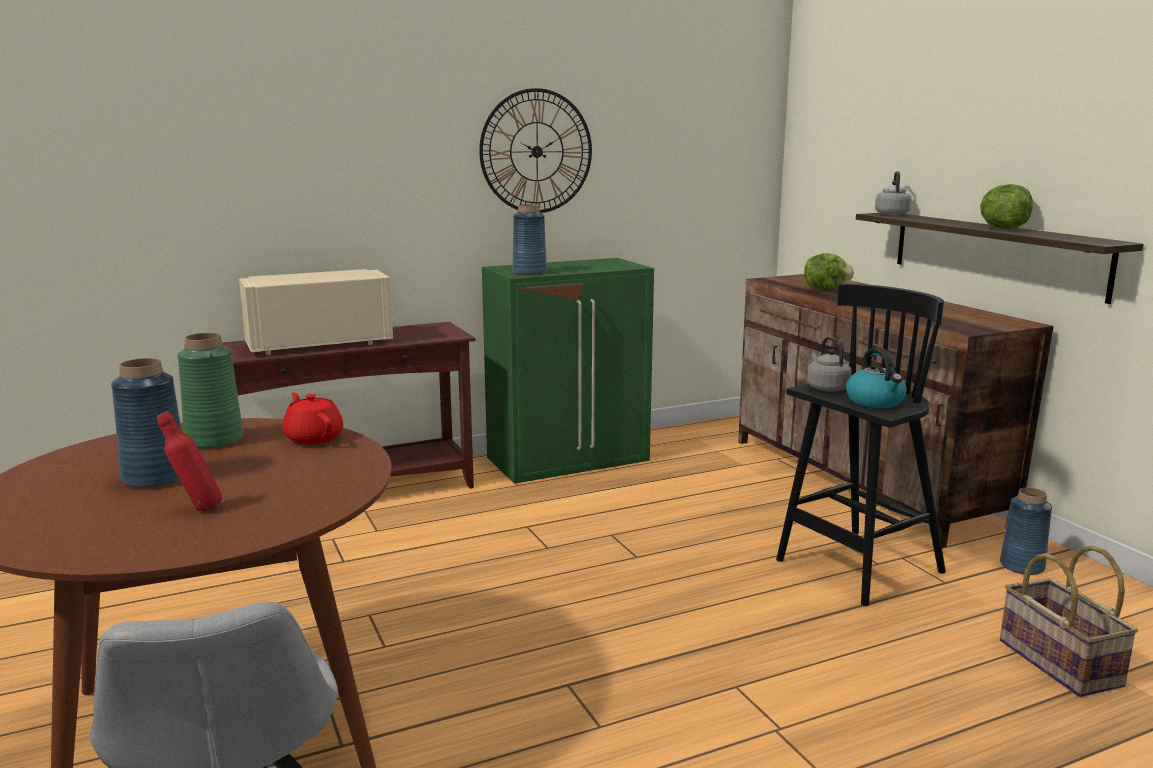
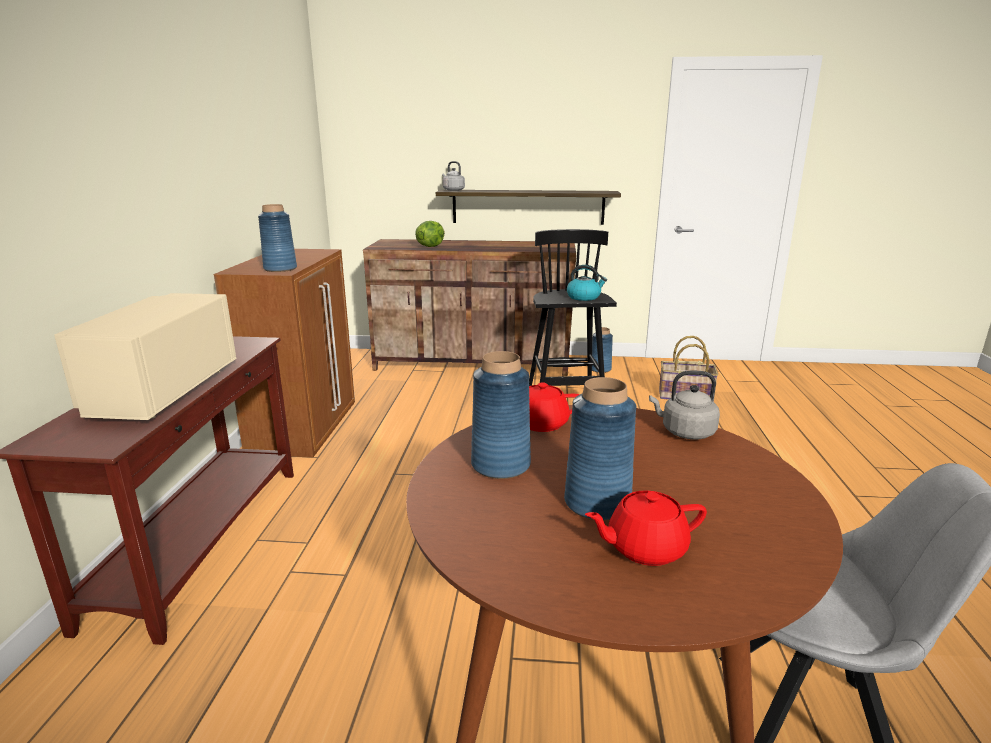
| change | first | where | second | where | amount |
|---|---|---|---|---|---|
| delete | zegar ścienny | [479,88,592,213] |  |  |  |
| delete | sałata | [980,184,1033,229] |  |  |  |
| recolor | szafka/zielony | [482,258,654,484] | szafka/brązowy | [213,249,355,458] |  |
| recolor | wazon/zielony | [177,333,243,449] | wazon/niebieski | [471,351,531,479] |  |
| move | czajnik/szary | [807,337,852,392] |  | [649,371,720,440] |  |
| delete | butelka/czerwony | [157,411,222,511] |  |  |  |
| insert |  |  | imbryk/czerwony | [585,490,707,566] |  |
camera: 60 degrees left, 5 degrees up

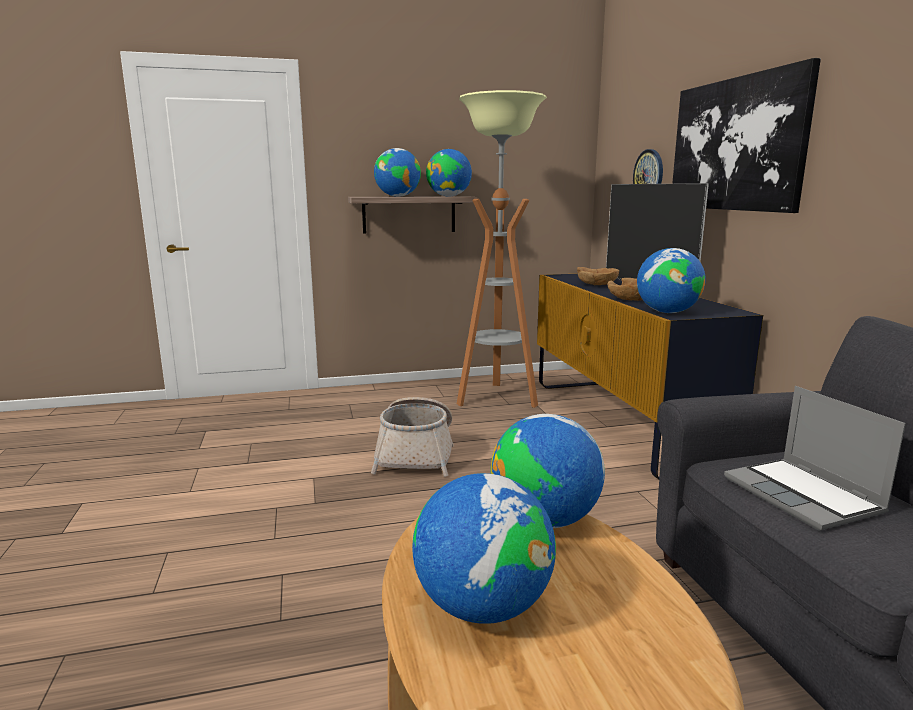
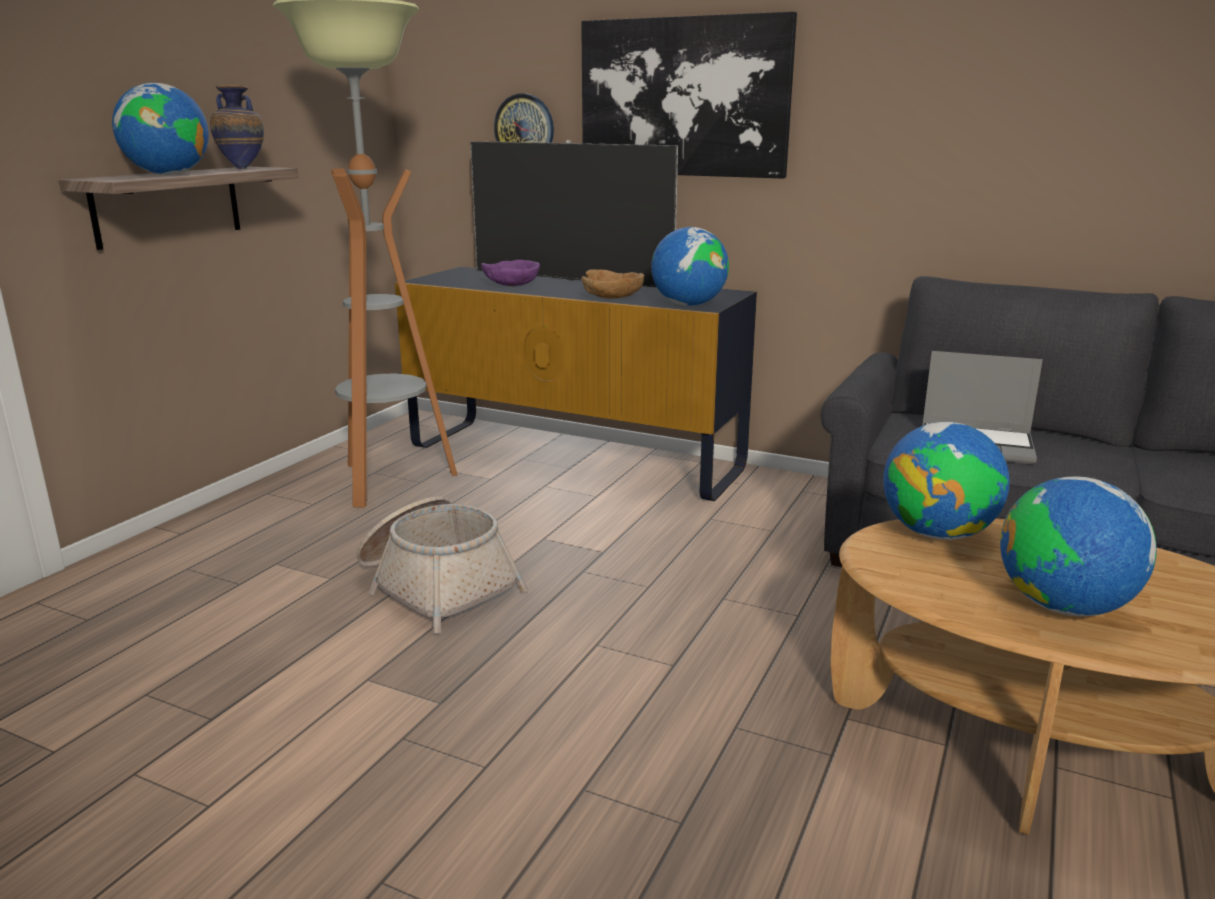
| change | first | where | second | where | amount |
|---|---|---|---|---|---|
| replace | globus | [426,149,472,196] | wazon | [210,85,264,169] |  |
| recolor | miska/brązowy | [577,267,619,285] | miska/fioletowy | [481,260,540,286] |  |
camera: 50 degrees left, 5 degrees up

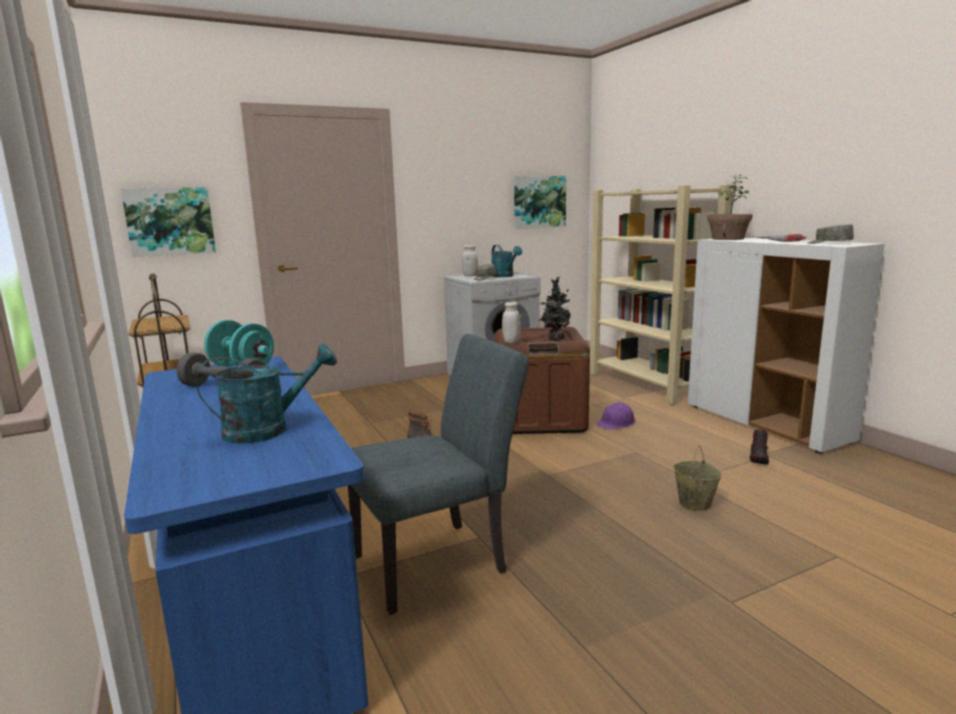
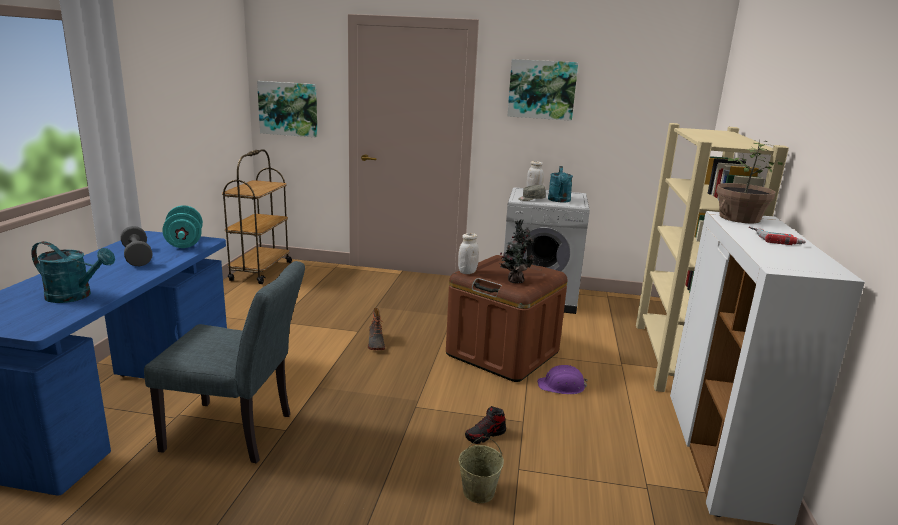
| change | first | where | second | where | amount |
|---|---|---|---|---|---|
| move | obraz | [514,176,566,229] |  | [507,59,578,121] |  |
| delete | czapka z daszkiem/szary | [807,224,854,244] |  |  |  |
| move | but | [750,429,769,465] |  | [465,406,506,444] |  |
camera: 35 degrees right, 5 degrees up

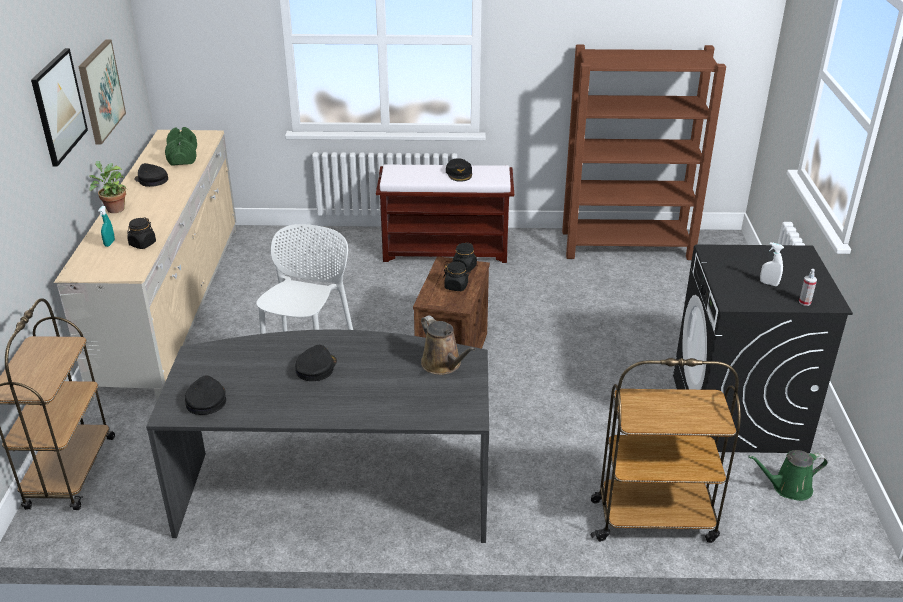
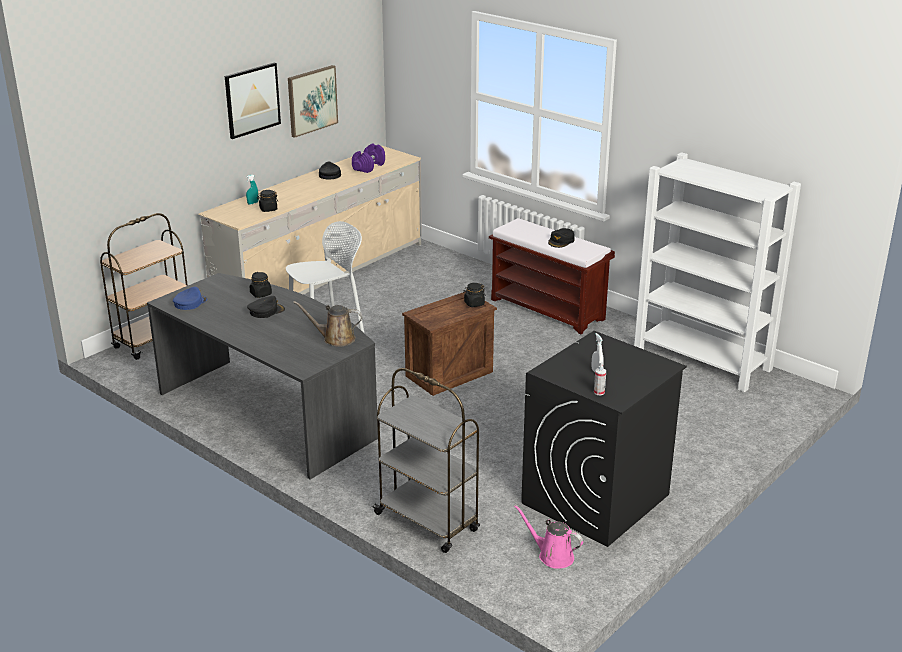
| change | first | where | second | where | amount |
|---|---|---|---|---|---|
| recolor | regał/brązowy | [562,44,726,260] | regał/biały | [634,152,801,392] |  |
| recolor | hantel/zielony | [165,127,197,166] | hantel/fioletowy | [352,143,385,173] |  |
| delete | roślina doniczkowa | [89,161,128,213] |  |  |  |
| move | słoik/czarny | [443,262,471,291] |  | [250,272,272,298] |  |
| rotate | konewka/brązowy | [421,315,475,375] |  | [293,301,363,347] | 90 degrees clockwise |
| recolor | wózek/brązowy | [590,358,741,543] | wózek/szary | [370,368,480,553] |  |
| recolor | czapka z daszkiem/czarny | [185,375,226,415] | czapka z daszkiem/niebieski | [173,287,207,310] |  |
| recolor | konewka/zielony | [748,450,828,501] | konewka/różowy | [514,505,583,569] |  |
camera: 40 degrees right, 5 degrees down

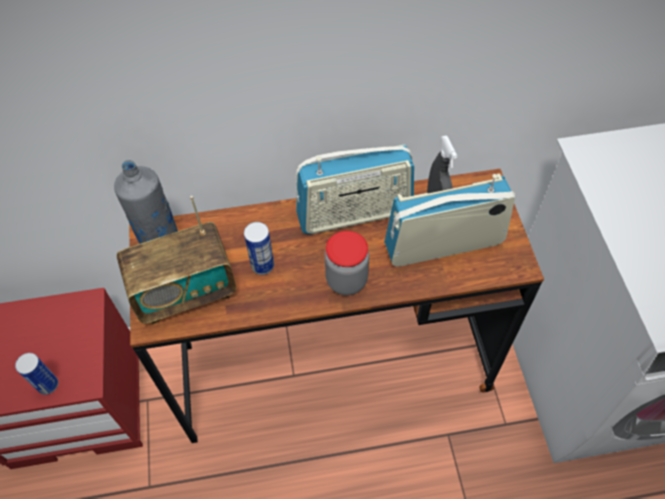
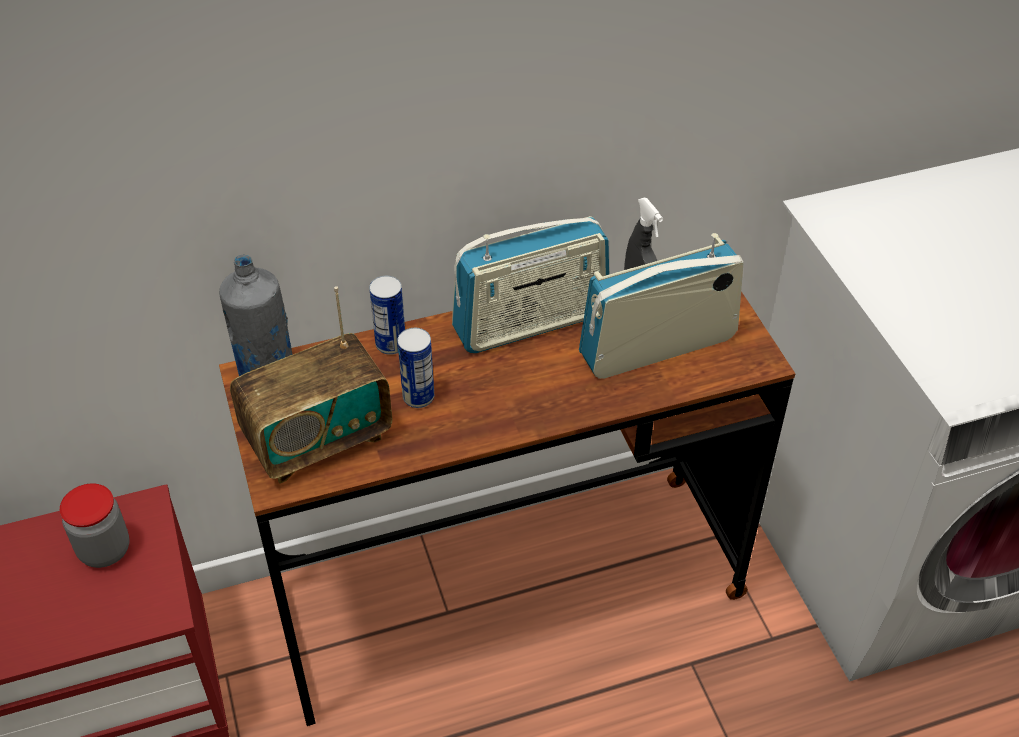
| change | first | where | second | where | amount |
|---|---|---|---|---|---|
| move | słoik | [325,231,369,295] |  | [60,484,130,568] |  |
| move | puszka | [15,353,58,395] |  | [369,276,405,355] |  |
camera: 10 degrees left, 10 degrees down

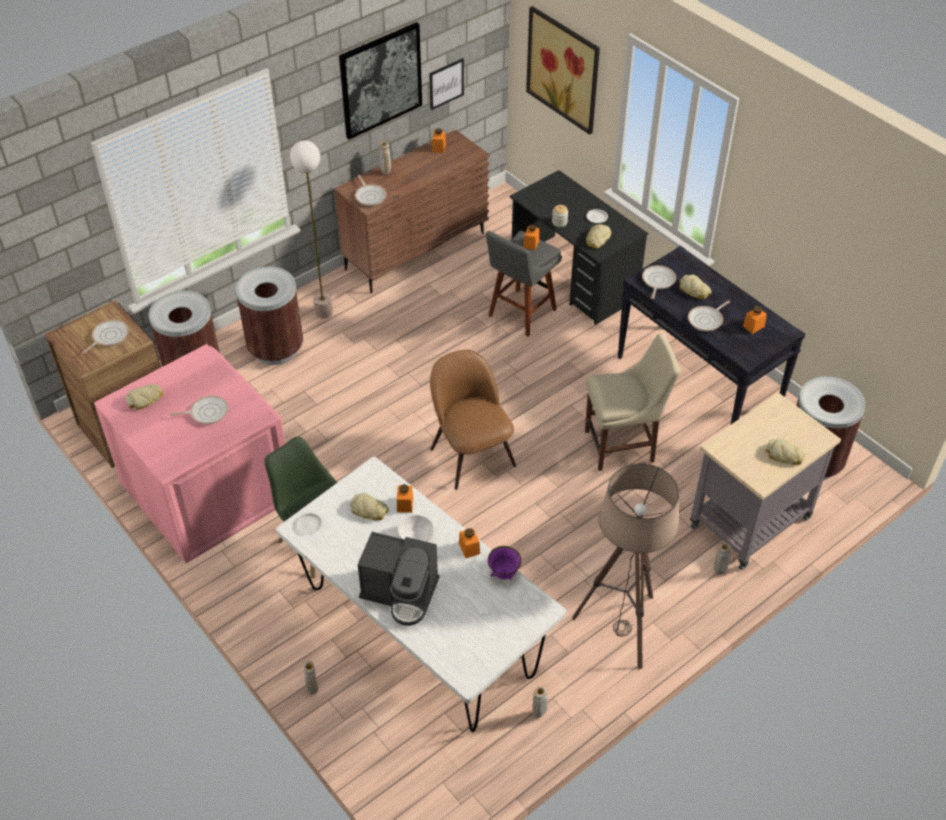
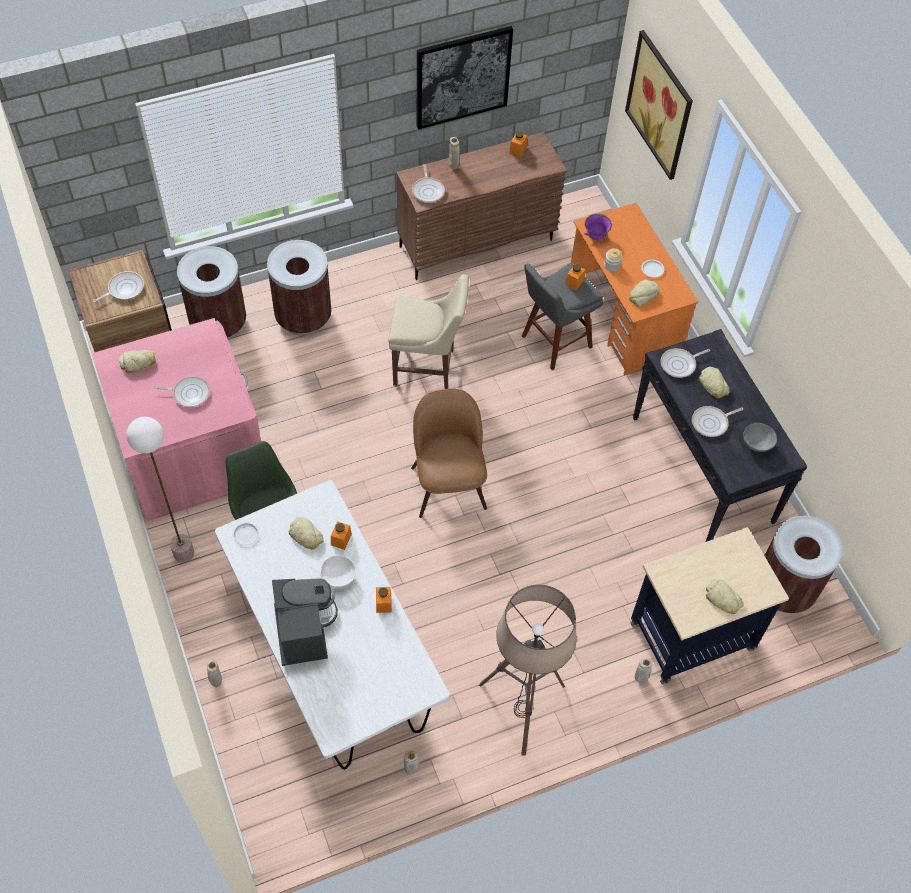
| change | first | where | second | where | amount |
|---|---|---|---|---|---|
| delete | obraz | [429,58,464,110] |  |  |  |
| move | lampa stojąca | [290,140,333,319] |  | [126,417,194,563] |  |
| recolor | biurko/czarny | [510,170,648,325] | biurko/pomarańczowy | [571,203,698,376] |  |
| rotate | patelnia | [642,265,676,299] |  | [660,348,710,378] | 150 degrees counterclockwise |
| replace | słoik/pomarańczowy | [743,306,767,334] | miska/szary | [743,423,777,452] |  |
| move | krzesło/beżowy | [585,333,680,471] |  | [388,274,469,389] |  |
| recolor | wózek/szary | [690,392,841,570] | wózek/niebieski | [630,527,789,685] |  |
| rotate | ekspres do kawy | [358,532,440,626] |  | [272,578,338,666] | 135 degrees counterclockwise |
| move | miska/fioletowy | [488,546,521,580] |  | [584,213,612,242] |  |
camera: 15 degrees right, 10 degrees up

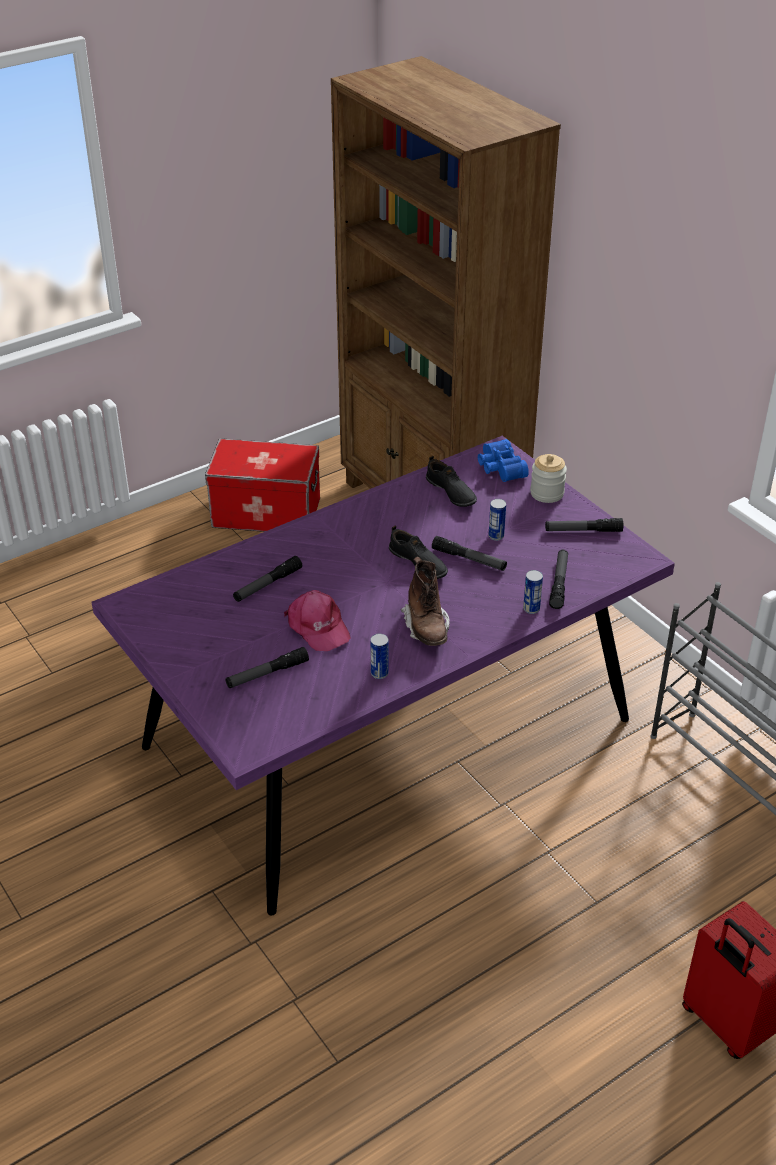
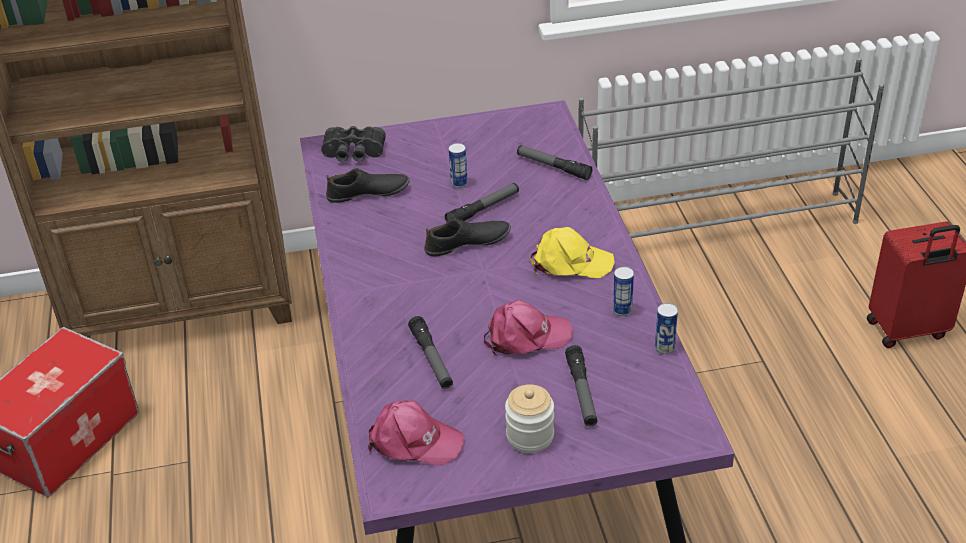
| change | first | where | second | where | amount |
|---|---|---|---|---|---|
| recolor | lornetka/niebieski | [478,439,529,482] | lornetka/czarny | [321,126,386,161] |  |
| move | słoik | [530,454,567,503] |  | [505,384,554,453] |  |
| delete | latarka | [545,518,623,532] |  |  |  |
| replace | but z cholewką/brązowy | [401,556,450,646] | czapka z daszkiem/żółty | [530,227,615,278] |  |
| move | puszka | [523,570,543,614] |  | [655,303,678,354] |  |
| insert |  |  | czapka z daszkiem/różowy | [368,401,465,466] |  |
camera: 65 degrees left, 0 degrees up

